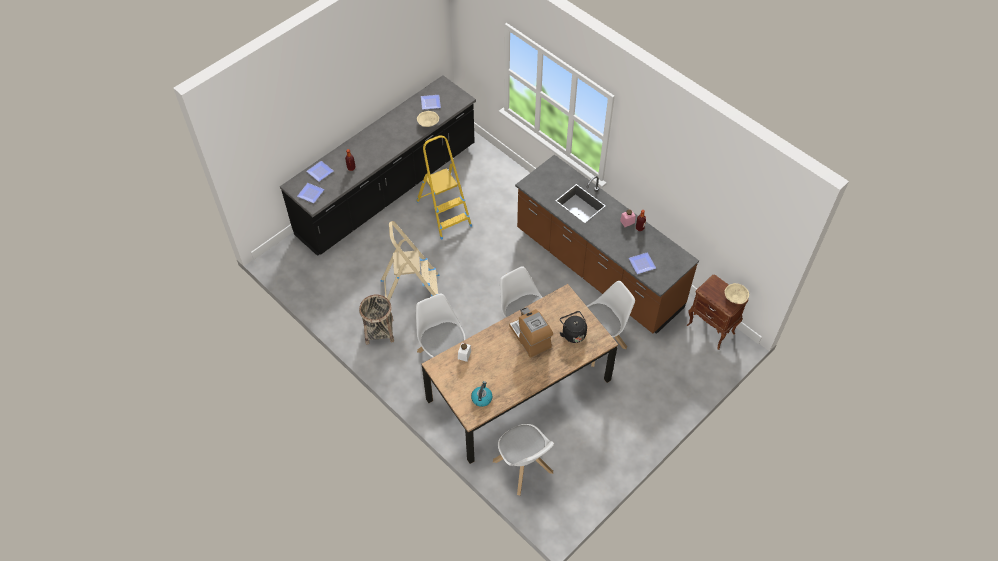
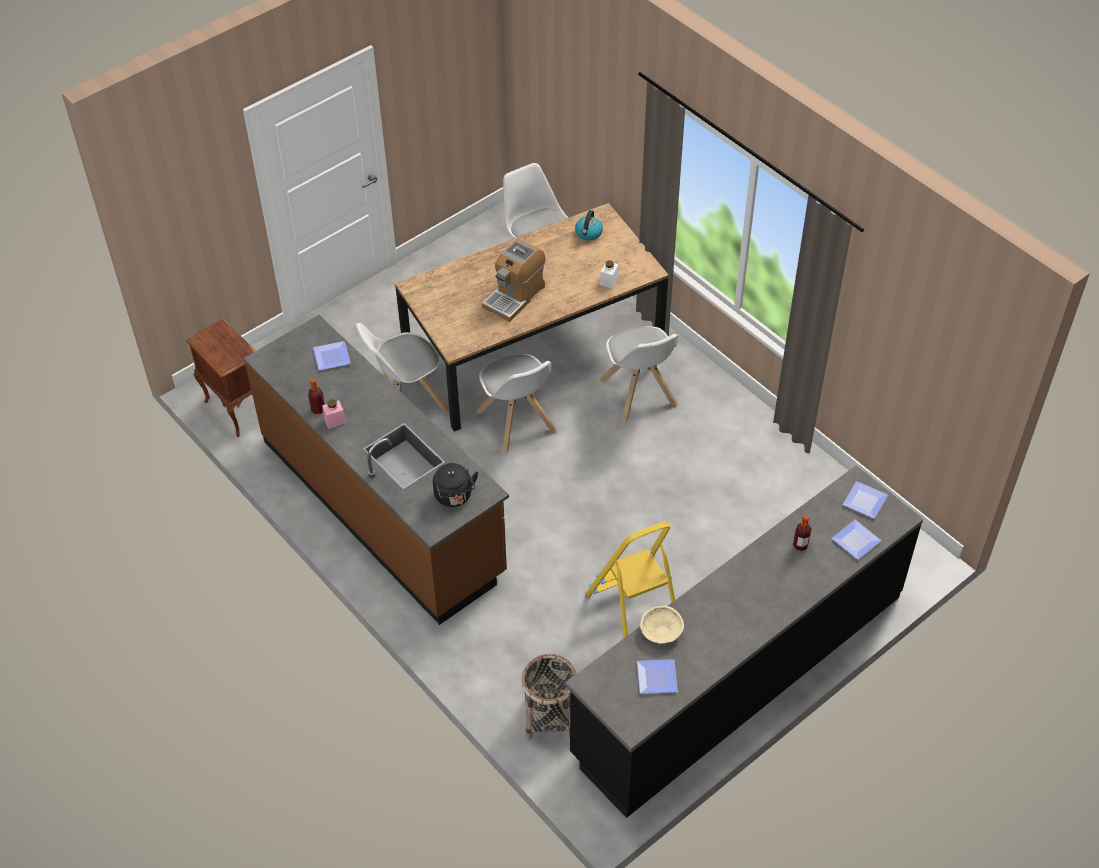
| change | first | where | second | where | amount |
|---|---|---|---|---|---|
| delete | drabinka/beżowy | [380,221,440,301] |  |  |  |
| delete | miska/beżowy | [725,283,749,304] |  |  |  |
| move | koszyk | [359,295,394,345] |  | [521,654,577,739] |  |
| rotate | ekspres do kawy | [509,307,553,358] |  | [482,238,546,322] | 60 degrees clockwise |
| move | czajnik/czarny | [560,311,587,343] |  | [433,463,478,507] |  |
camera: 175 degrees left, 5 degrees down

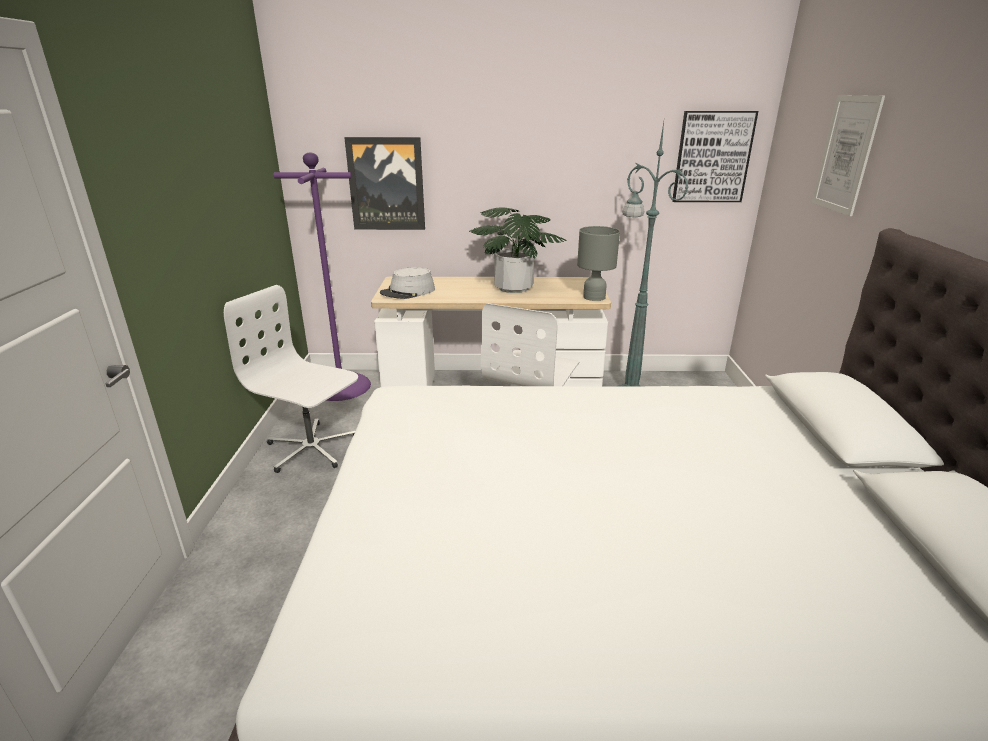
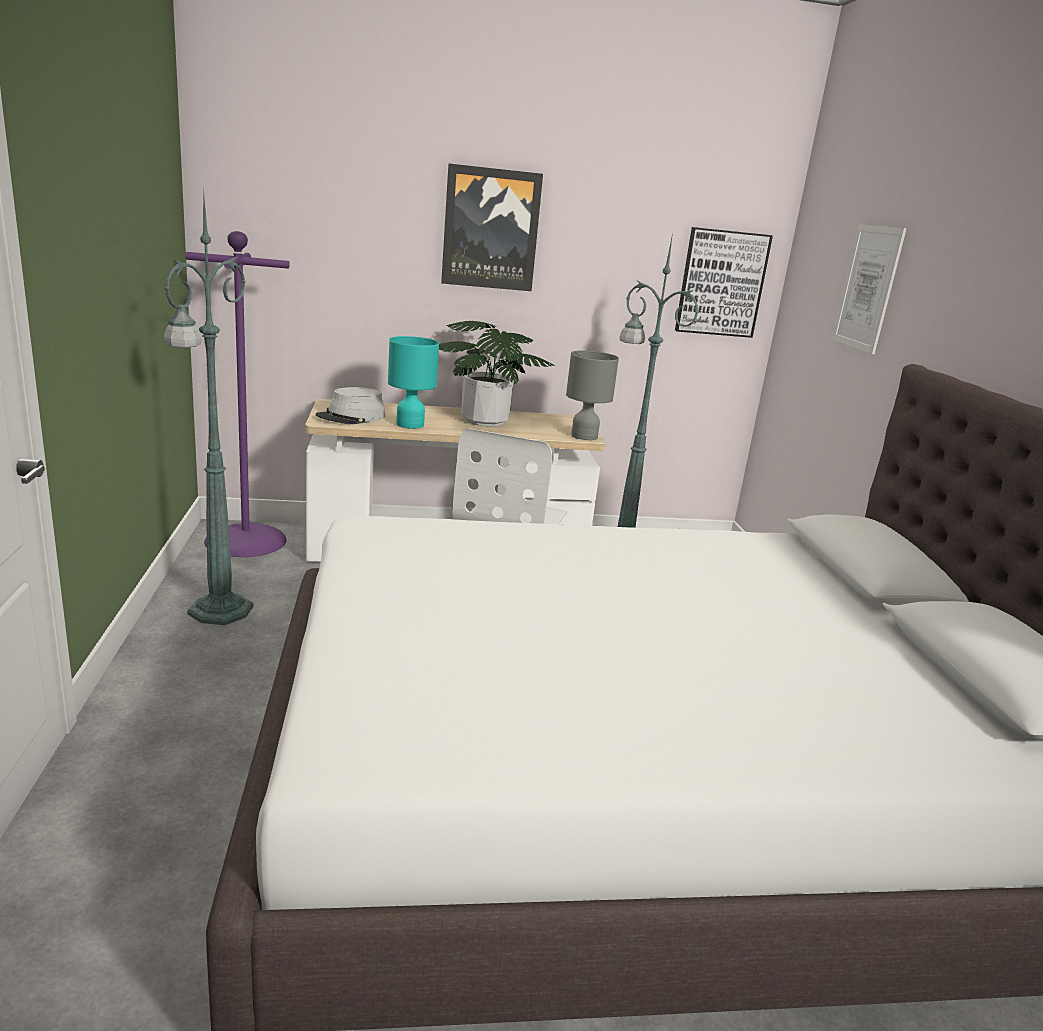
| change | first | where | second | where | amount |
|---|---|---|---|---|---|
| move | obraz | [344,137,425,230] |  | [441,163,543,291] |  |
| replace | krzesło biurowe/biały | [224,285,358,473] | lampa stojąca/zielony | [164,186,253,625] |  |
| insert |  |  | lampa stołowa/turkusowy | [388,336,439,429] |  |
camera: 10 degrees left, 5 degrees down

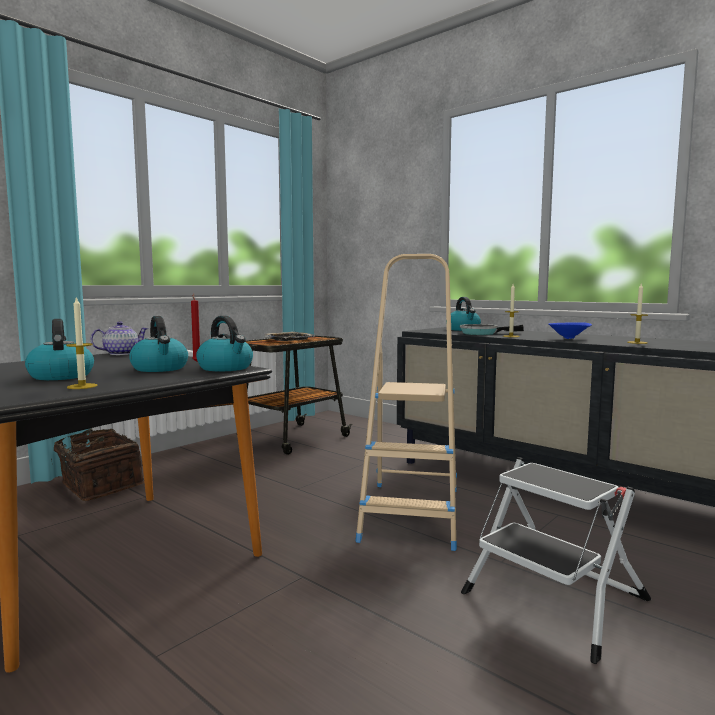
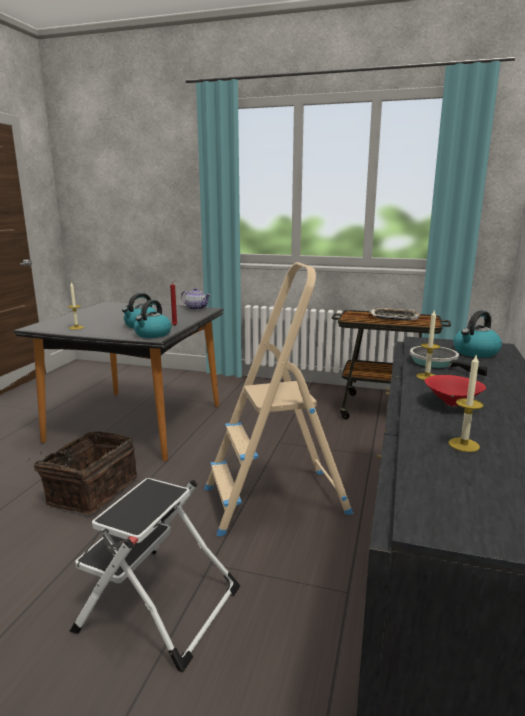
| change | first | where | second | where | amount |
|---|---|---|---|---|---|
| delete | czajnik | [25,319,94,380] |  |  |  |
| recolor | miska/niebieski | [549,322,592,339] | miska/czerwony | [425,375,486,407] |  |
| move | koszyk | [51,428,144,501] |  | [28,431,137,514] |  |
camera: 65 degrees right, 10 degrees up

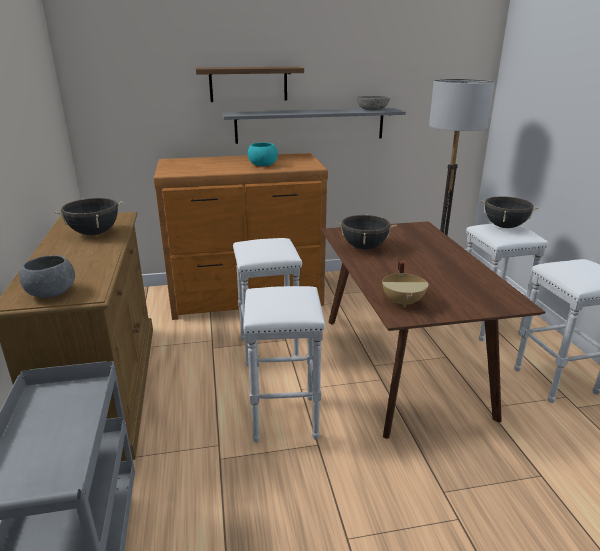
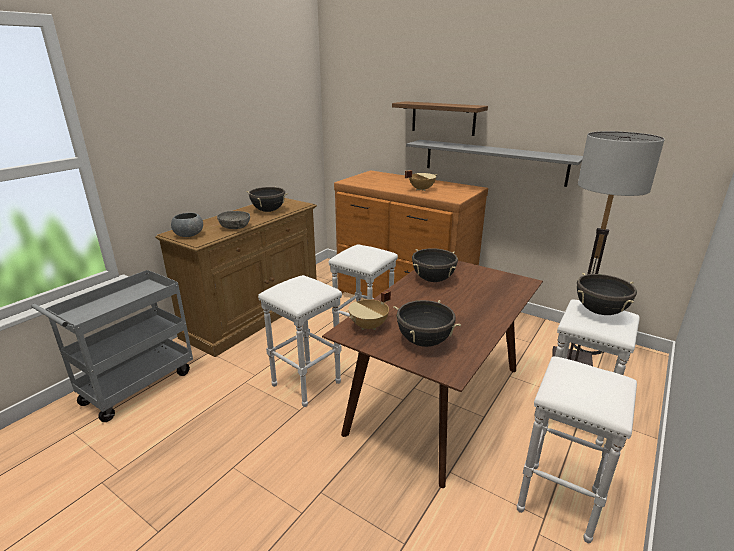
| change | first | where | second | where | amount |
|---|---|---|---|---|---|
| move | miska/szary | [357,96,390,110] |  | [217,211,250,229] |  |
| replace | miska/turkusowy | [248,142,278,166] | garnek/beżowy | [405,170,437,191] |  |
| insert |  |  | garnek/czarny | [393,300,461,347] |  |
camera: 45 degrees right, 0 degrees up

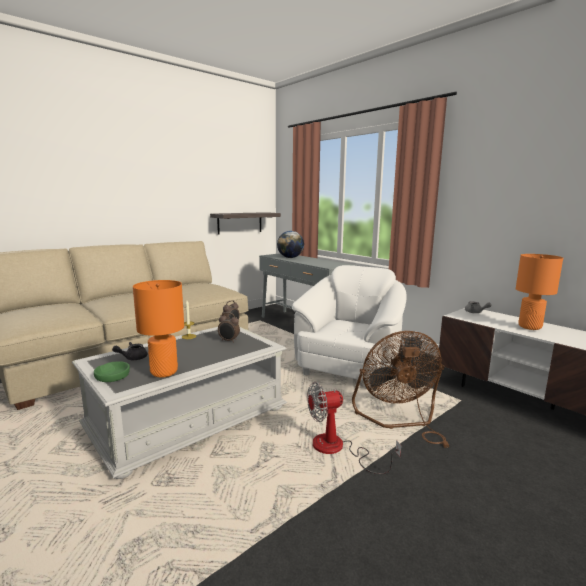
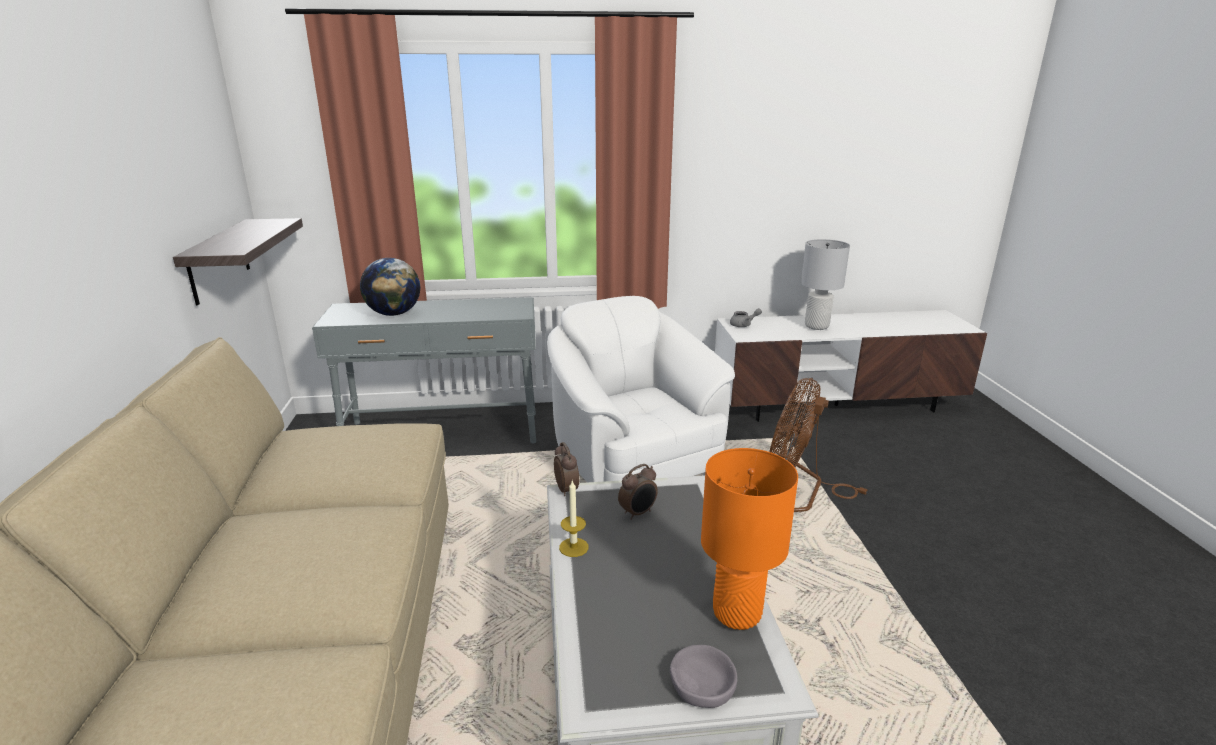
| change | first | where | second | where | amount |
|---|---|---|---|---|---|
| recolor | lampa stołowa/pomarańczowy | [516,254,563,330] | lampa stołowa/szary | [801,239,850,330] |  |
| delete | imbryk/szary | [112,342,147,360] |  |  |  |
| recolor | miska/zielony | [94,361,130,382] | miska/szary | [670,645,737,708] |  |
| delete | wentylator | [307,382,401,474] |  |  |  |
camera: 55 degrees left, 10 degrees up

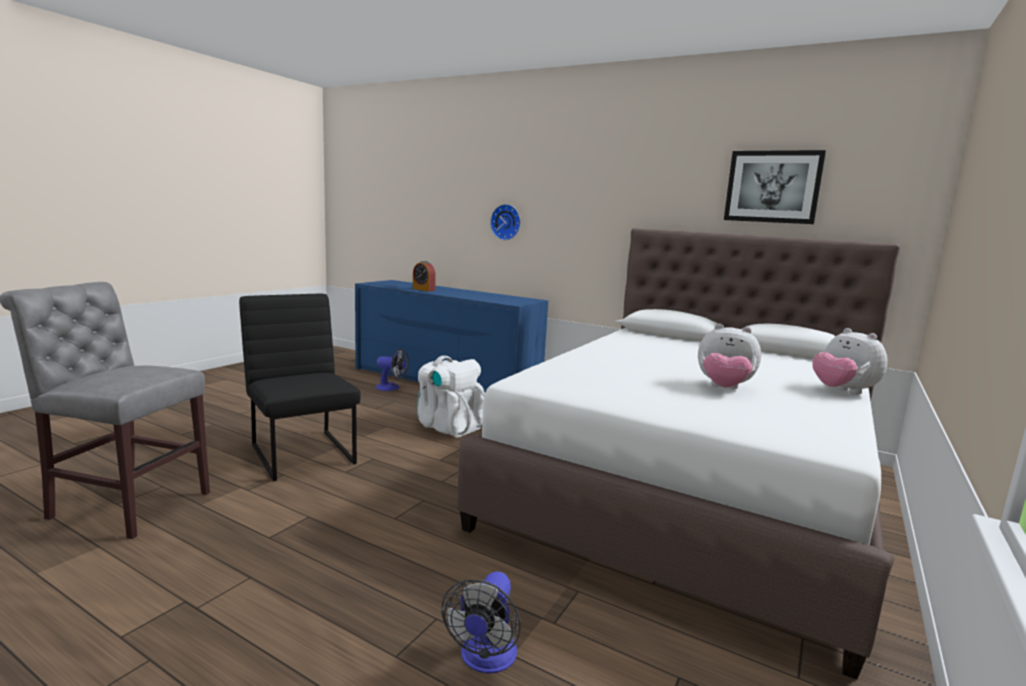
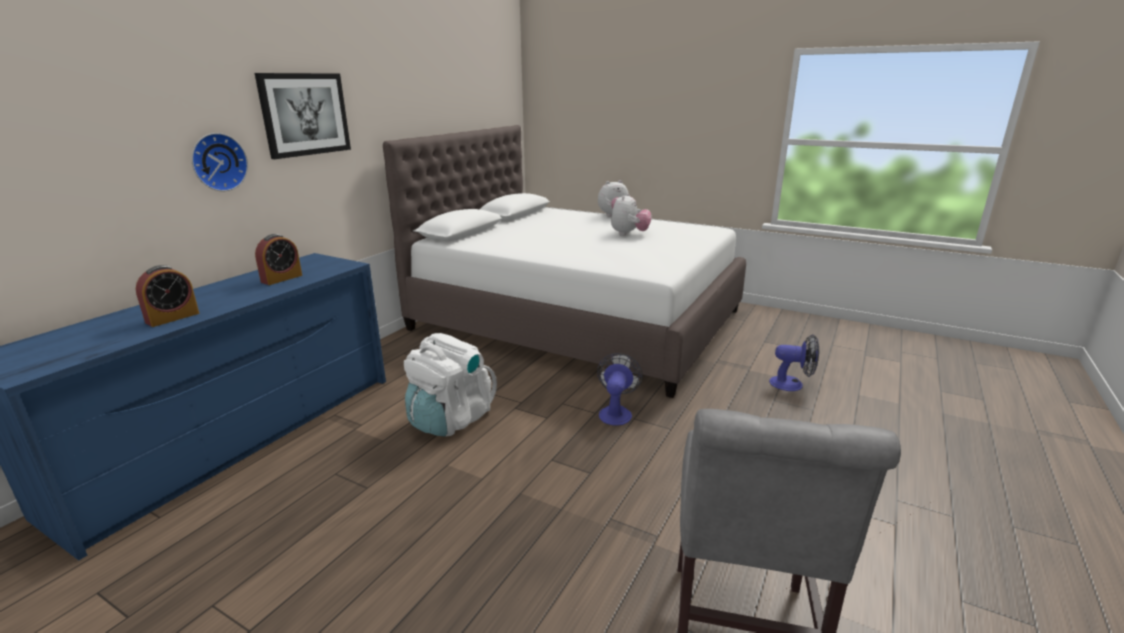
| change | first | where | second | where | amount |
|---|---|---|---|---|---|
| move | obraz | [724,150,826,224] |  | [255,73,351,159] |  |
| delete | krzesło/czarny | [239,294,361,481] |  |  |  |
| move | wentylator | [375,348,409,391] |  | [597,353,643,426] |  |
| insert |  |  | budzik | [255,234,302,285] |  |
camera: 90 degrees left, 10 degrees up

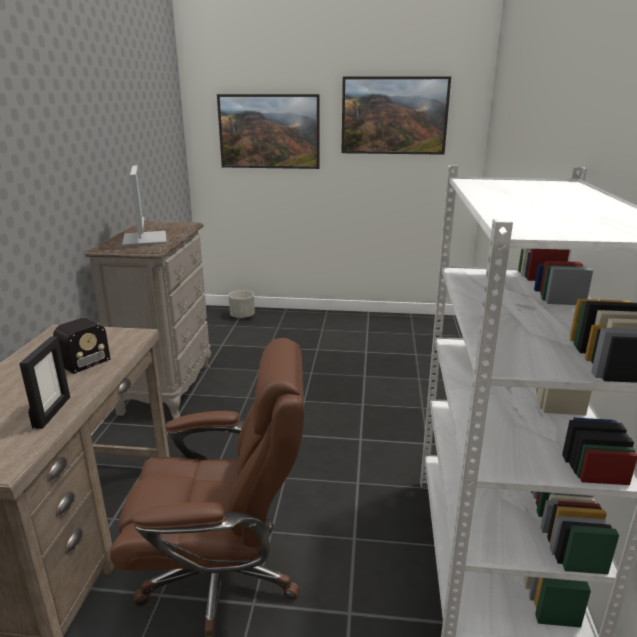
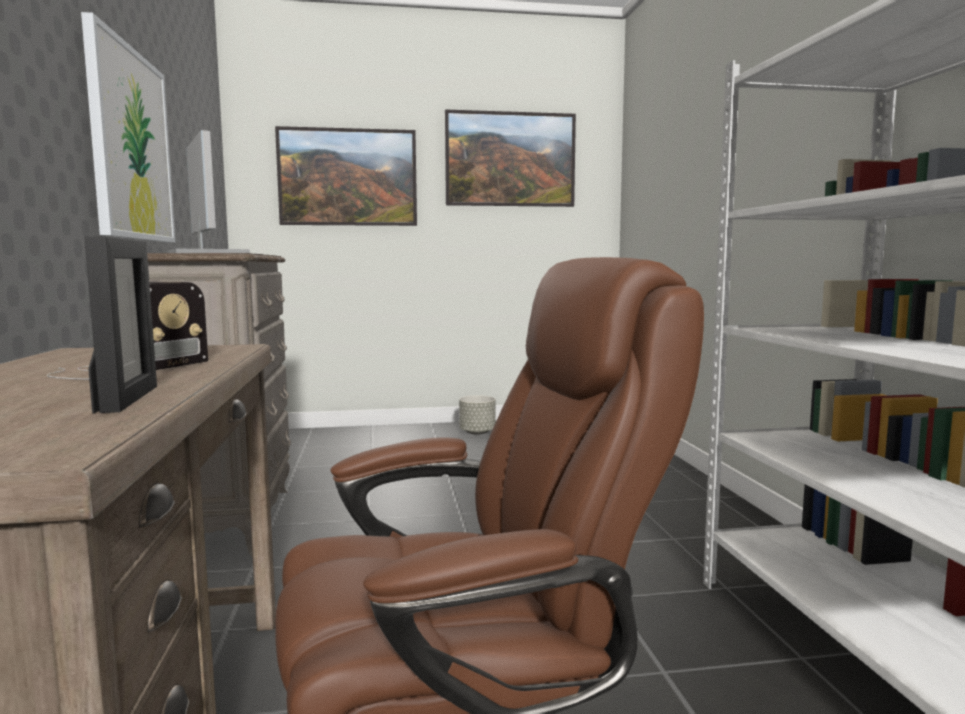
| change | first | where | second | where | amount |
|---|---|---|---|---|---|
| move | donica/szary | [229,290,255,319] |  | [459,395,495,435] |  |
| insert |  |  | obraz | [81,12,175,243] |  |
camera: 15 degrees left, 15 degrees down

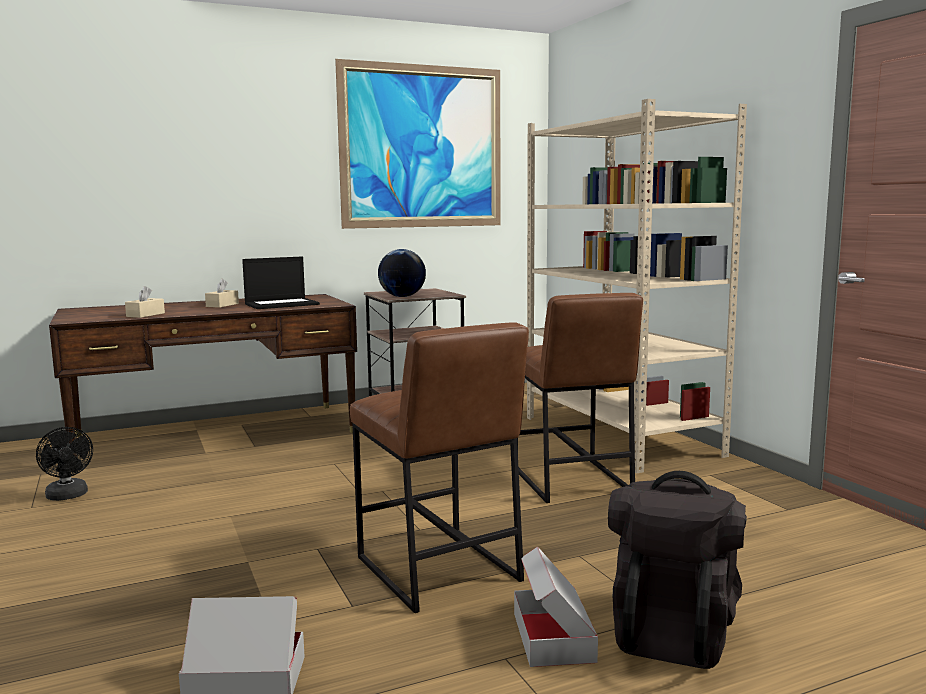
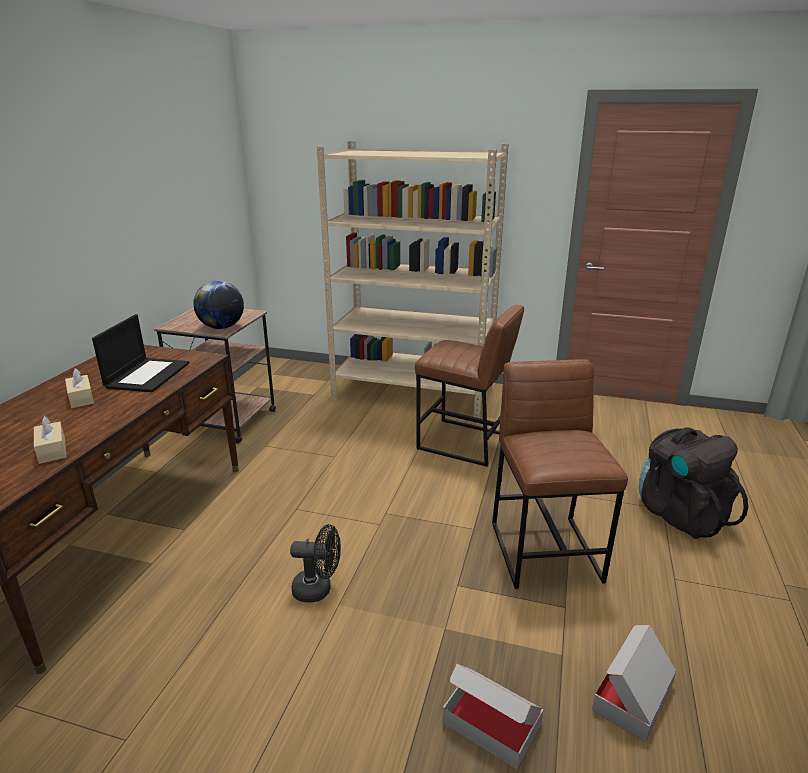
| change | first | where | second | where | amount |
|---|---|---|---|---|---|
| delete | obraz | [335,59,501,229] |  |  |  |
| rotate | krzesło/brązowy | [350,322,529,613] |  | [492,359,628,589] | 105 degrees counterclockwise |
| move | wentylator/czarny | [36,427,93,501] |  | [290,524,341,603] |  |
| move | karton | [514,546,598,667] |  | [442,664,544,770] |  |
camera: 50 degrees left, 15 degrees up

